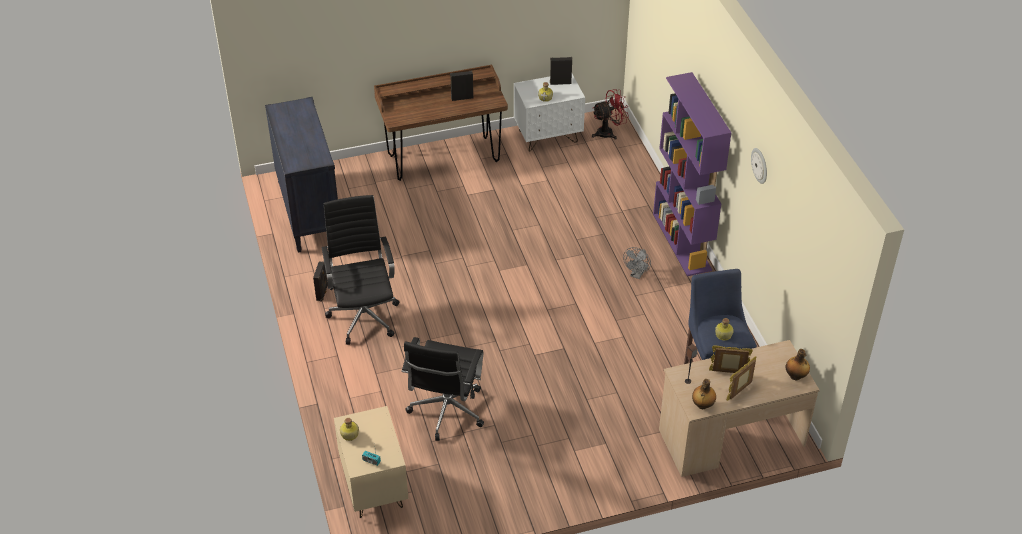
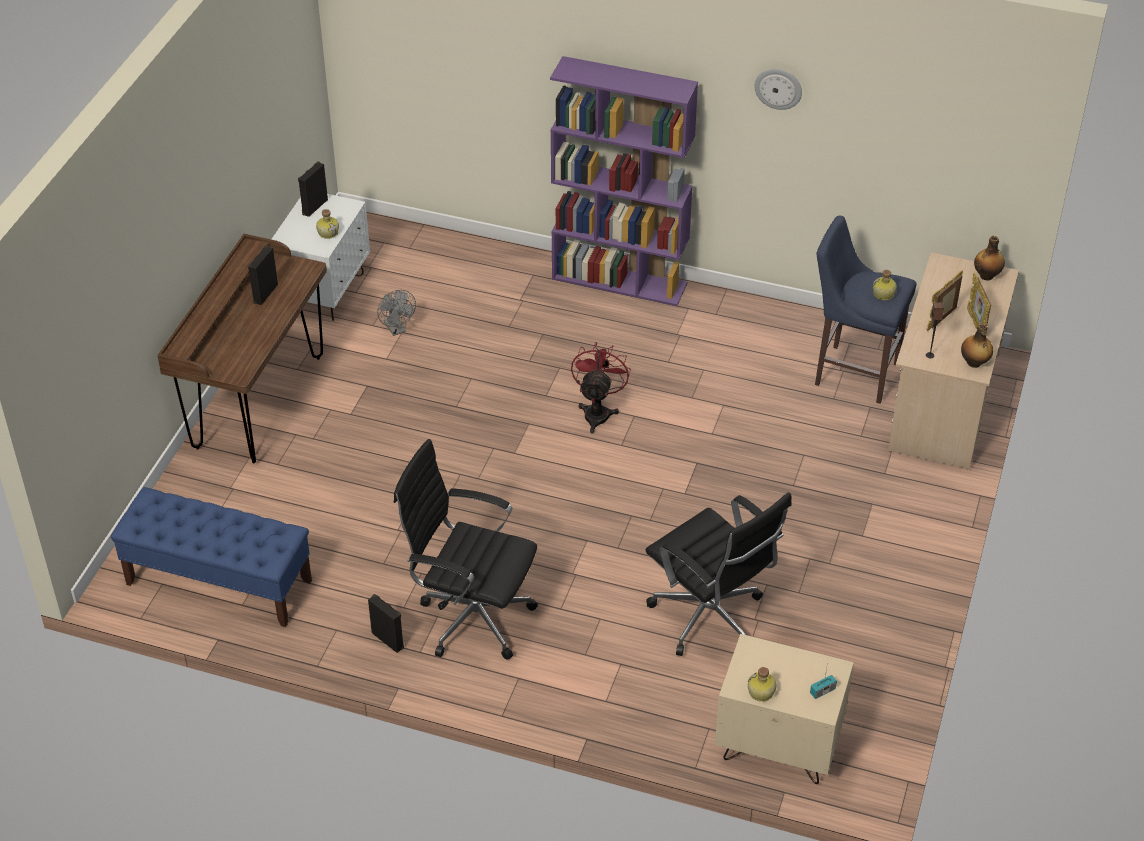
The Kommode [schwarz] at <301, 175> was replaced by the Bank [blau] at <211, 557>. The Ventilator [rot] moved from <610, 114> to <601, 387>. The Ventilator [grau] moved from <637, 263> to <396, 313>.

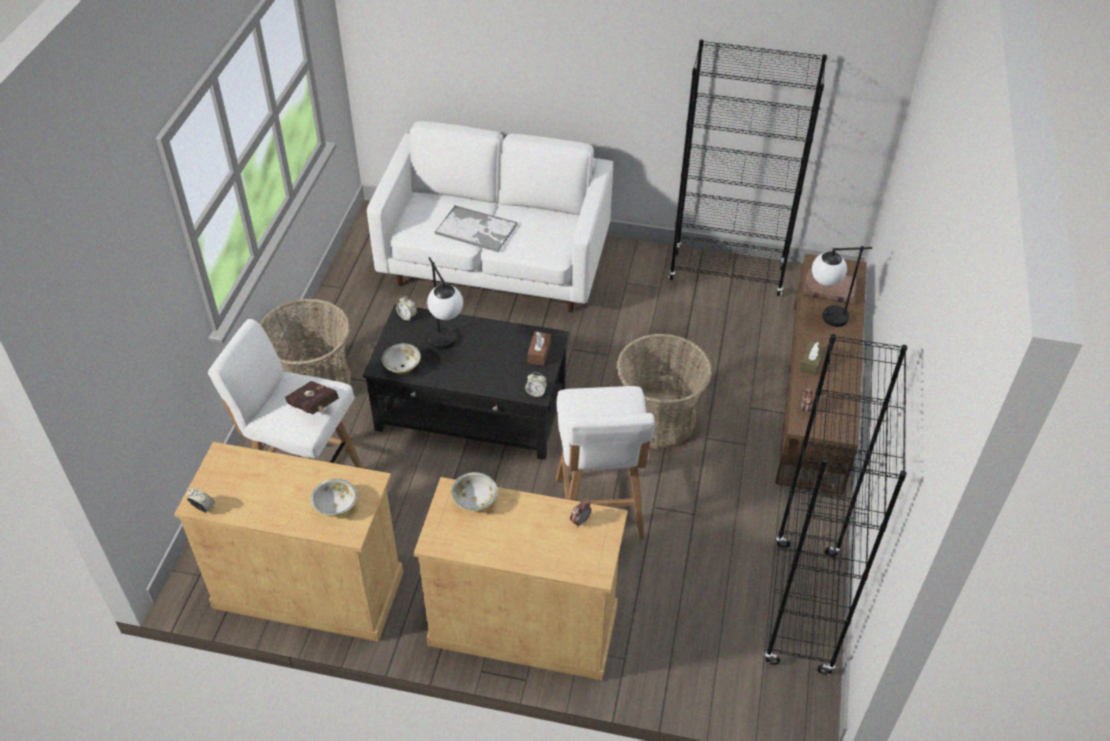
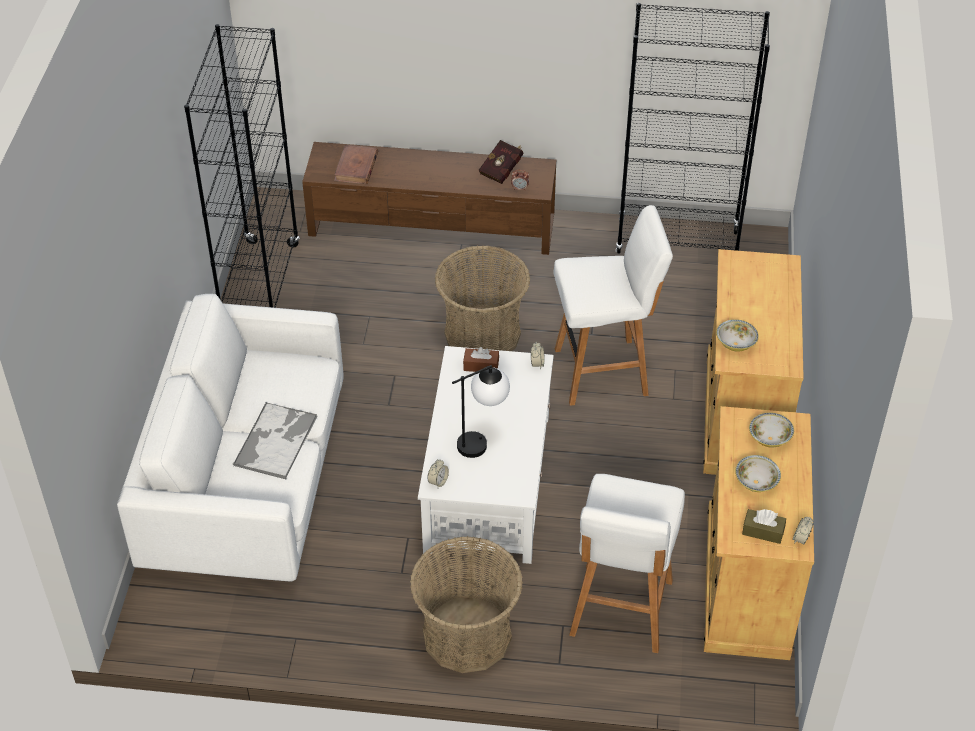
The Buch [rot] moved from <312, 397> to <501, 162>. The Couchtisch [schwarz] at <466, 382> became the Couchtisch [weiß] at <486, 455>. The Schüssel moved from <401, 358> to <758, 473>. The Wecker at <580, 513> disappeared. The Taschentuchbox [braun] moved from <812, 358> to <764, 526>. The Tischlampe at <842, 286> disappeared.

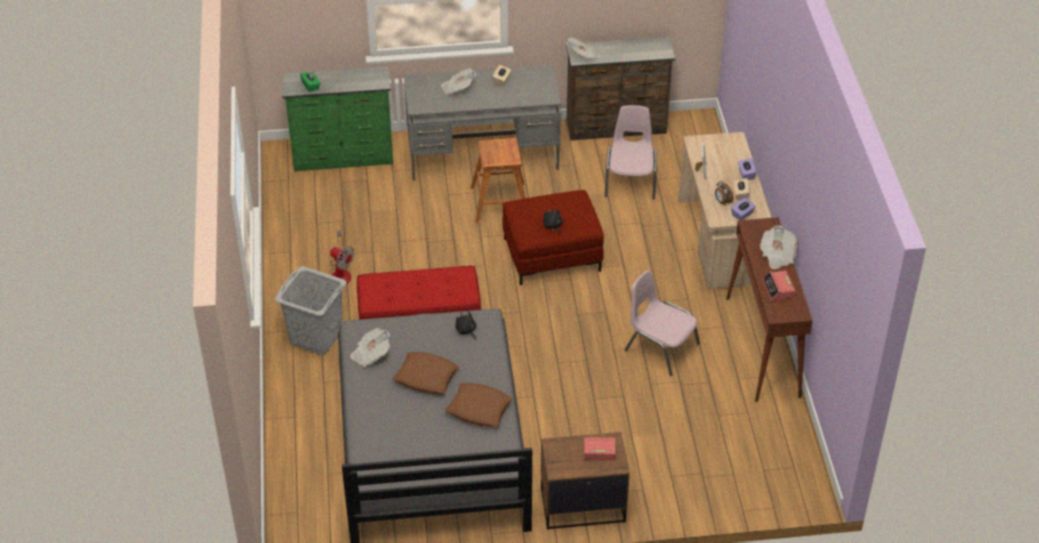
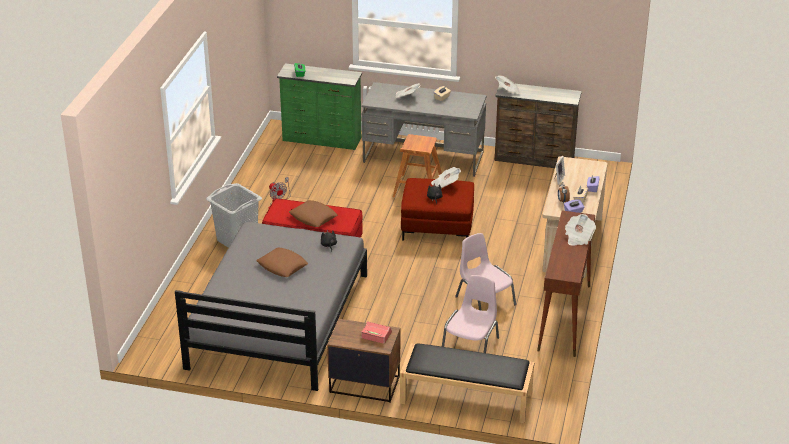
The Zeitung moved from <370, 347> to <446, 177>. The Kissen [braun] moved from <479, 405> to <313, 213>. The Stuhl [rosa] moved from <631, 152> to <470, 314>. The Wecker at <778, 286> disappeared. The Bank [schwarz] at <467, 383> appeared.

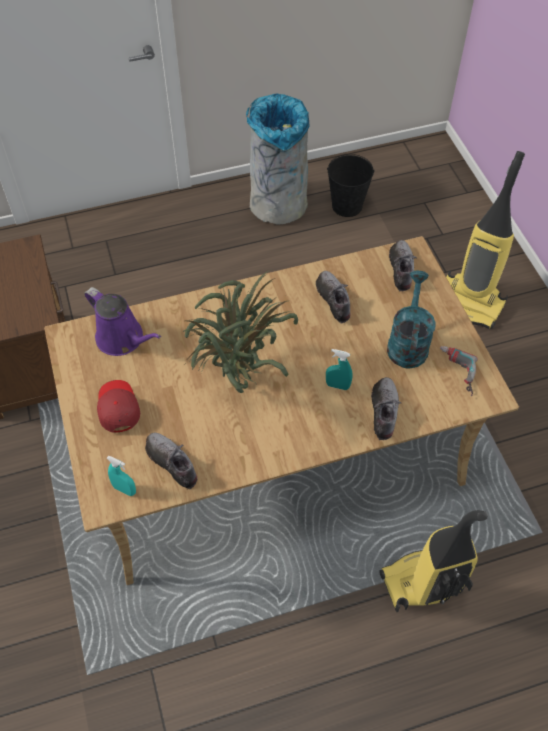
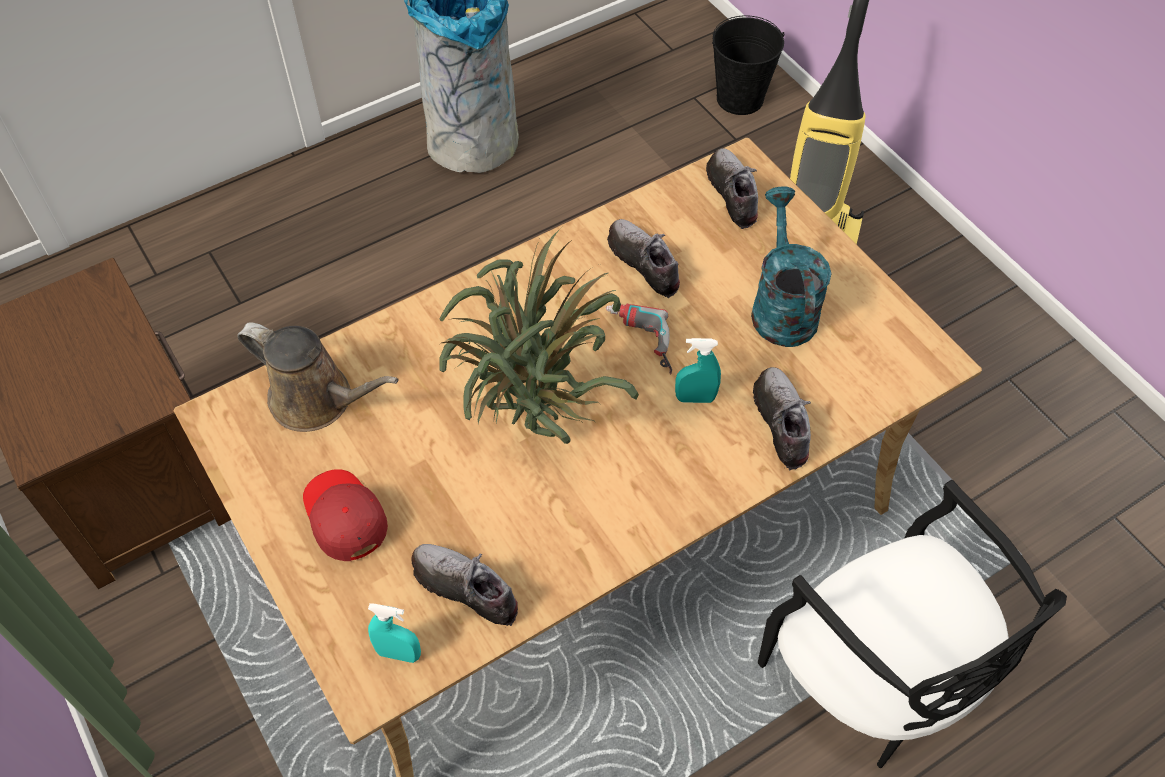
The Gießkanne [lila] at <122, 321> became the Gießkanne [braun] at <318, 377>. The Eimer [schwarz] moved from <351, 185> to <748, 65>. The Staubsauger at <433, 561> was replaced by the Stuhl [schwarz] at <912, 624>. The Bohrmaschine moved from <459, 371> to <639, 338>.

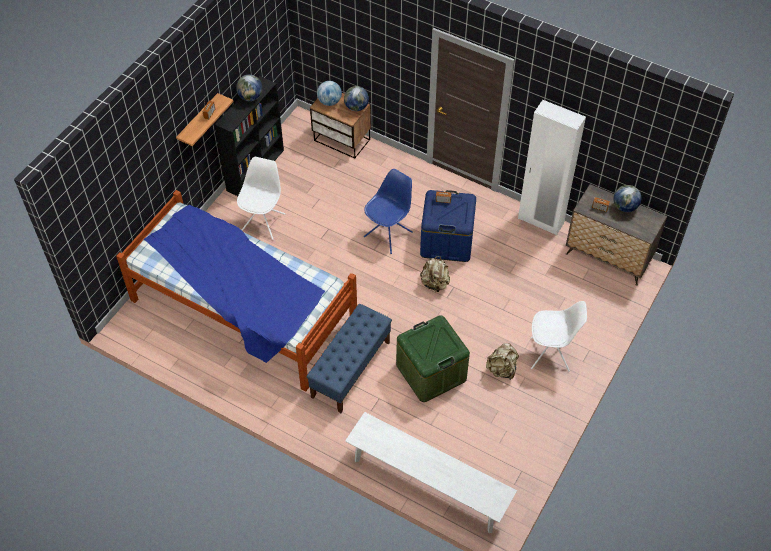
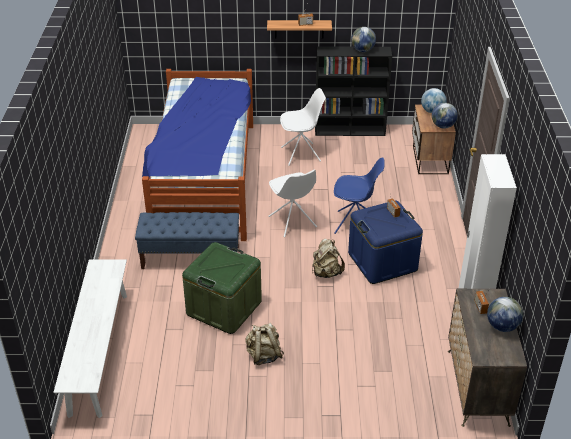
The Stuhl [weiß] moved from <559, 336> to <292, 203>.

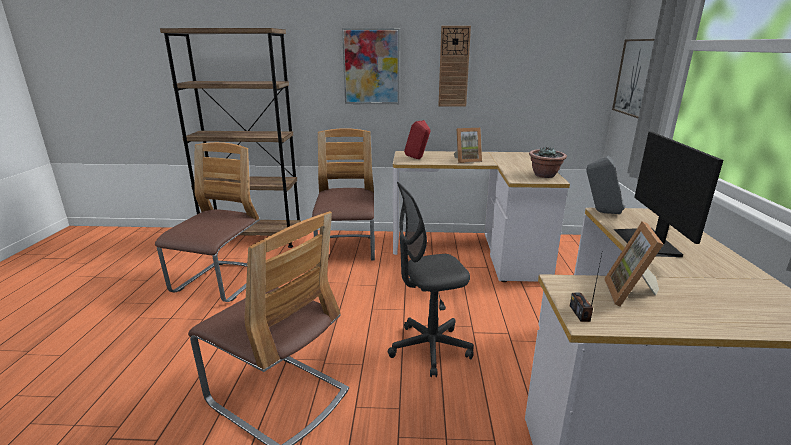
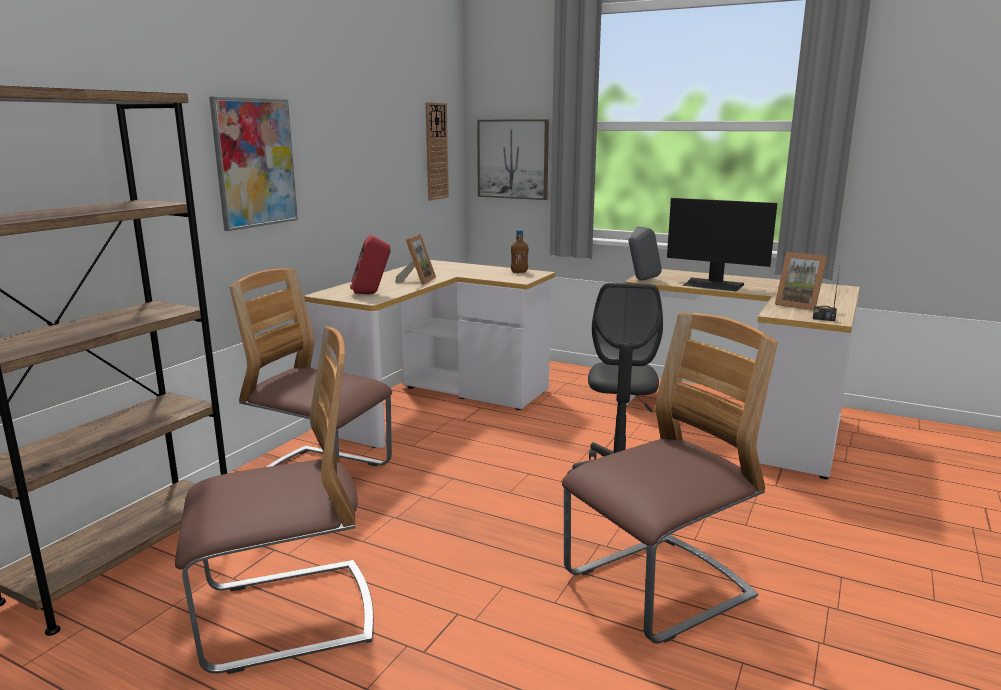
The Stuhl at <207, 222> turned 120 degrees clockwise. The Wanduhr moved from <454, 66> to <437, 151>. The Topfpflanze at <548, 162> was replaced by the Flasche [braun] at <519, 251>.

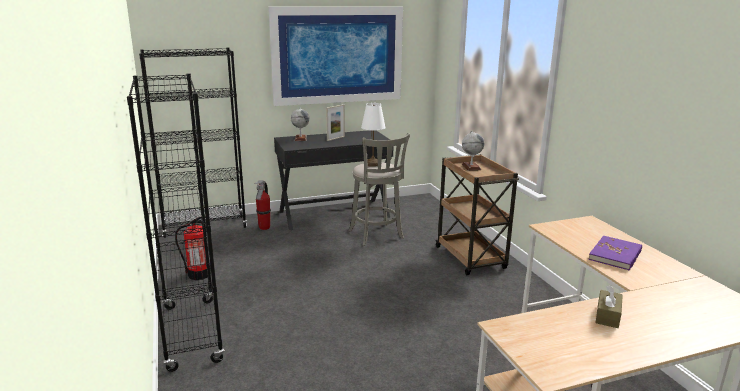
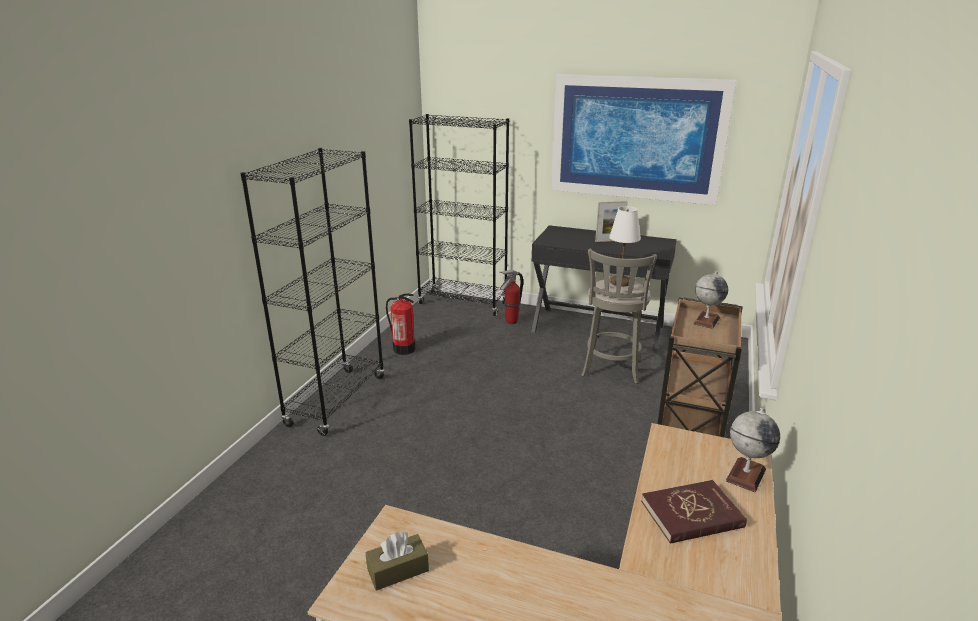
The Globus moved from <300, 124> to <753, 450>. The Buch [lila] at <615, 253> became the Buch [rot] at <694, 512>. The Taschentuchbox [braun] moved from <609, 306> to <397, 561>.

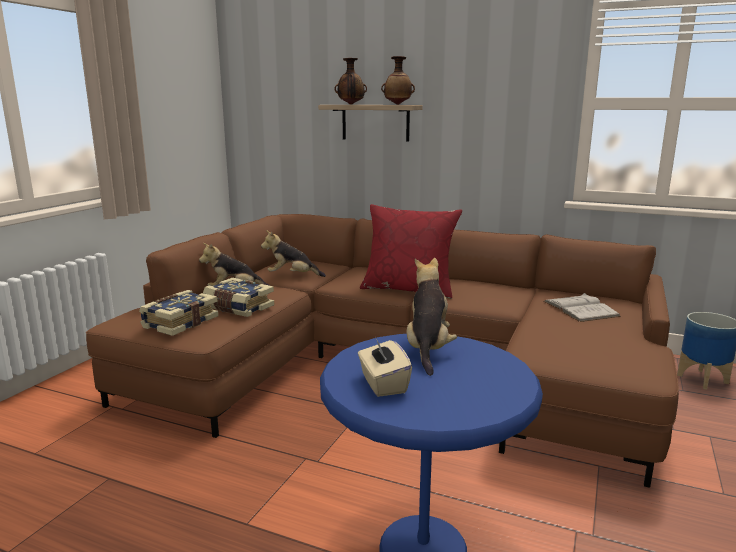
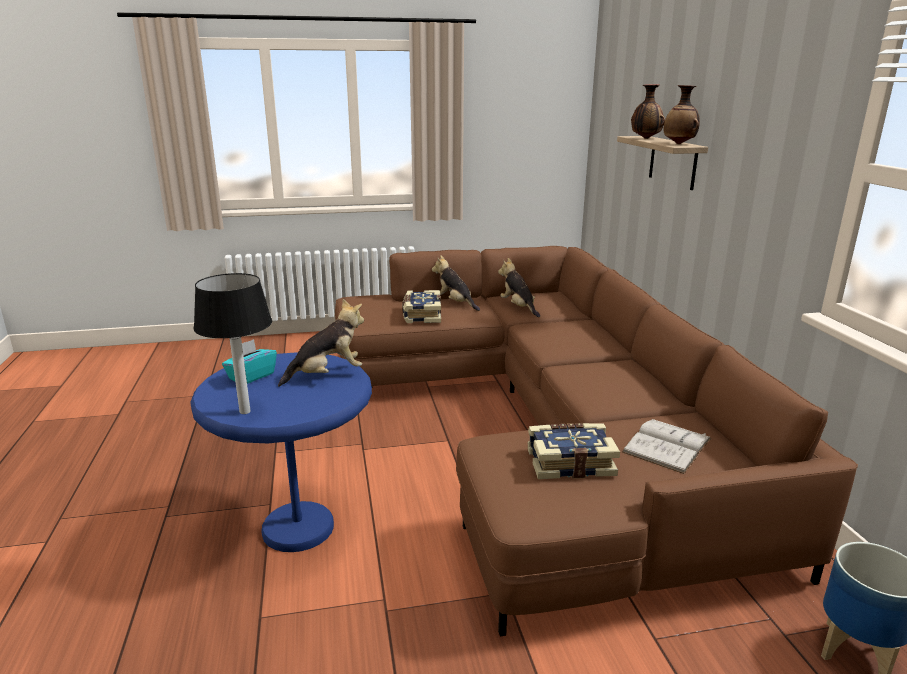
The Buch moved from <179, 313> to <574, 451>. The Taschentuchbox [beige] at <385, 367> became the Taschentuchbox [türkis] at <249, 361>. The Kissen [rot] at <411, 251> disappeared. The Tischlampe at <233, 343> appeared.

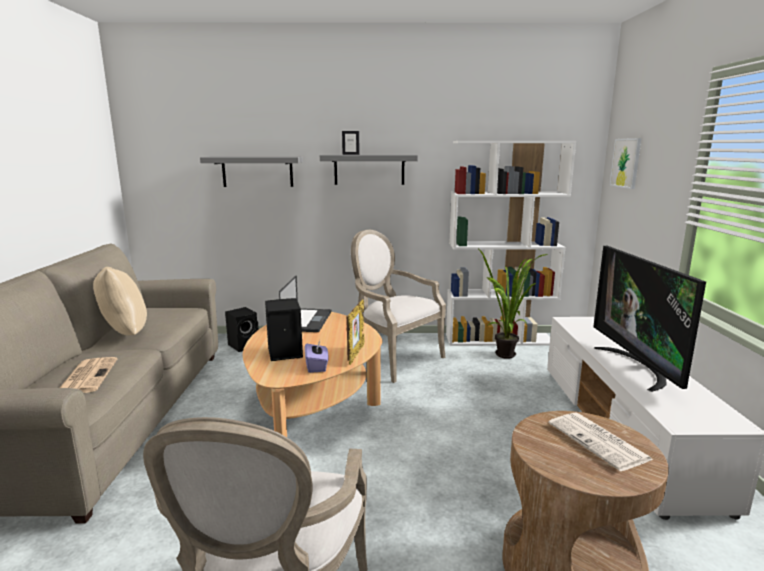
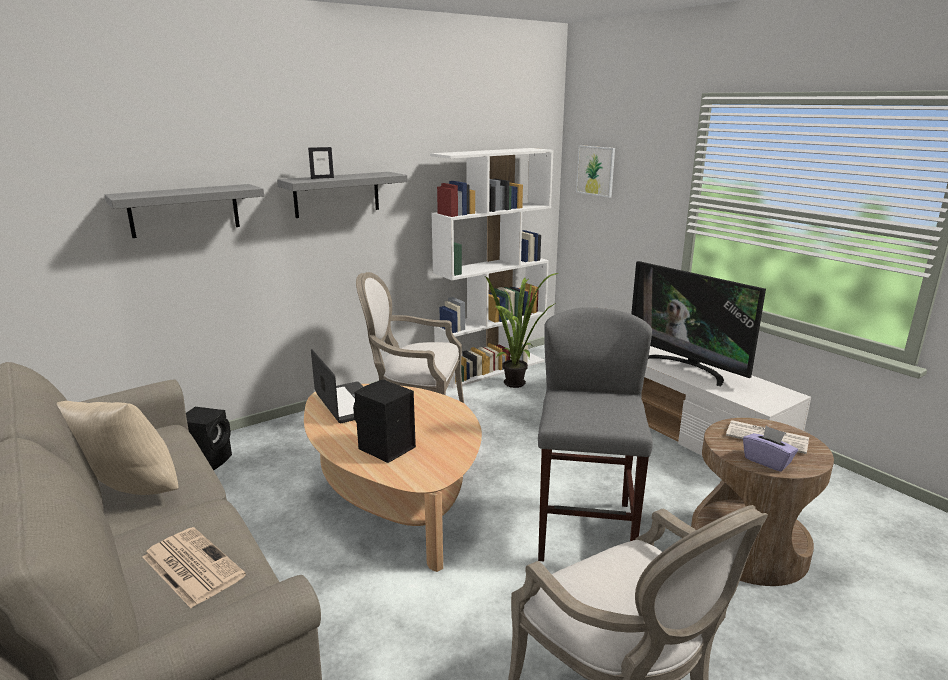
The Taschentuchbox [lila] moved from <317, 356> to <770, 449>. The Bilderrahmen at <356, 332> disappeared. The Hocker [grau] at <595, 434> appeared.

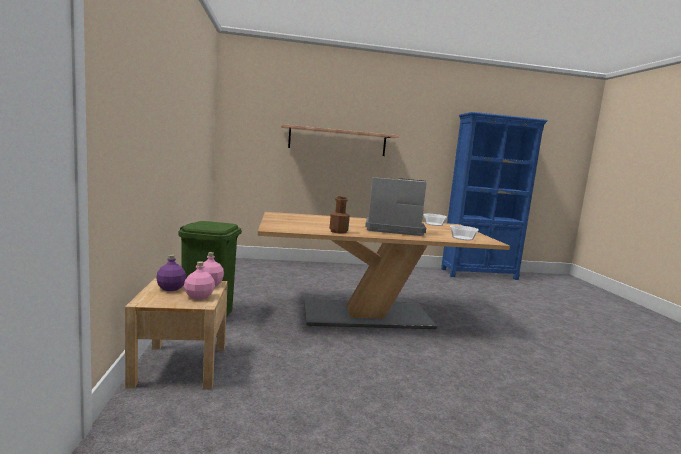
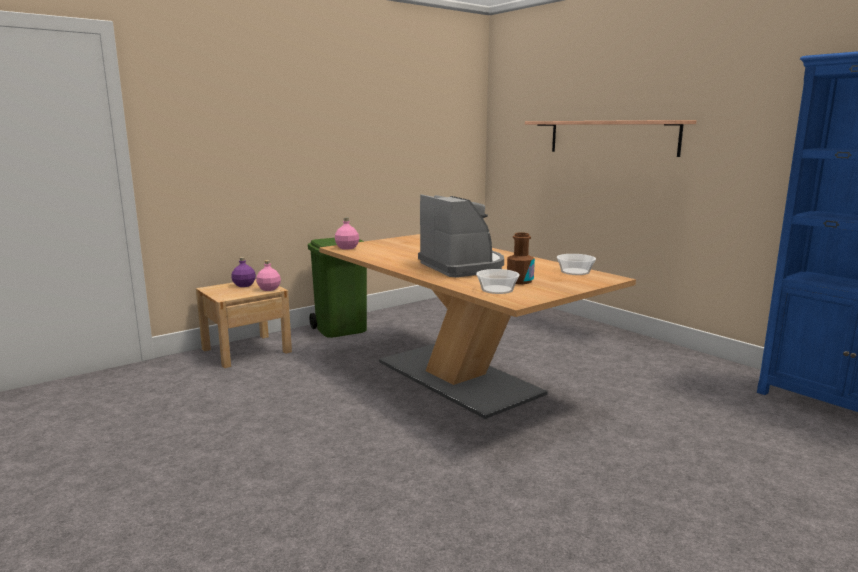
The Flasche [rosa] moved from <199, 280> to <347, 234>. The Flasche [braun] moved from <339, 215> to <521, 258>.

